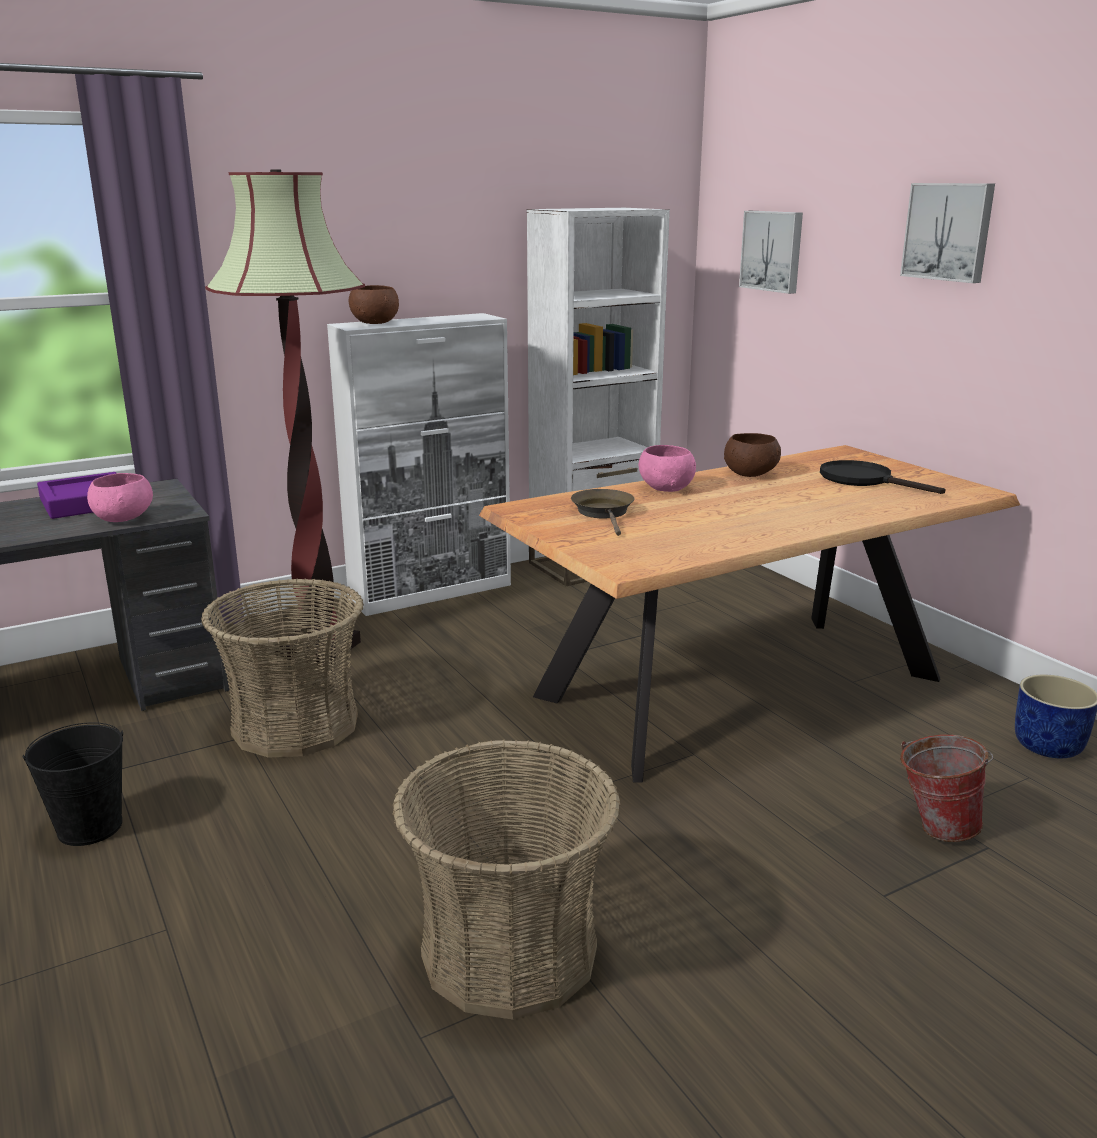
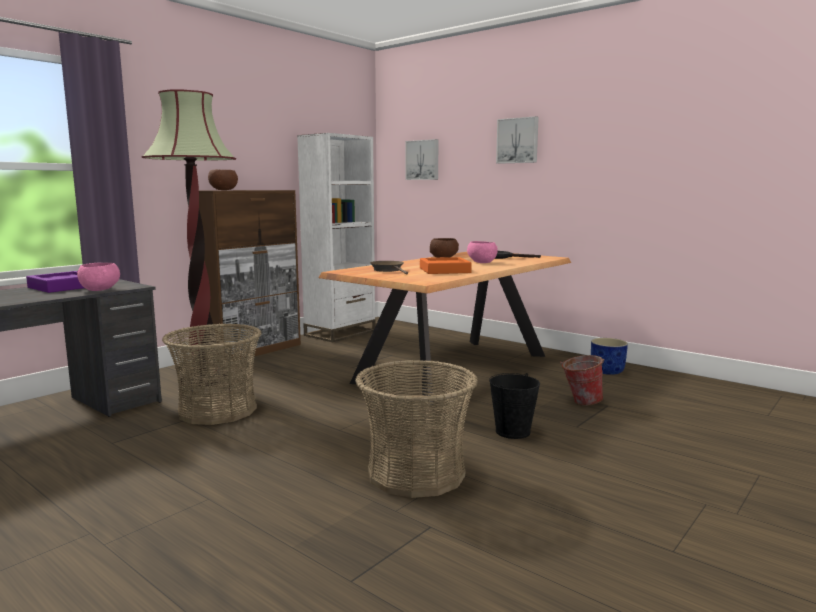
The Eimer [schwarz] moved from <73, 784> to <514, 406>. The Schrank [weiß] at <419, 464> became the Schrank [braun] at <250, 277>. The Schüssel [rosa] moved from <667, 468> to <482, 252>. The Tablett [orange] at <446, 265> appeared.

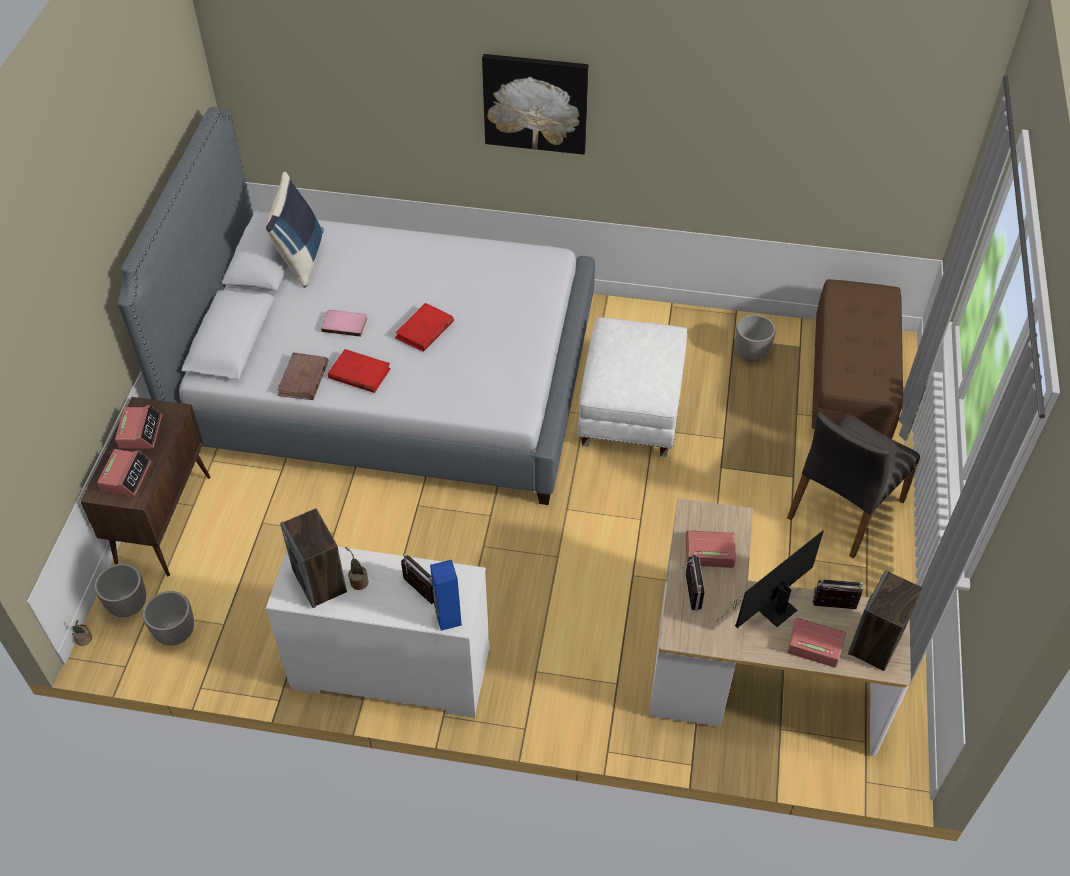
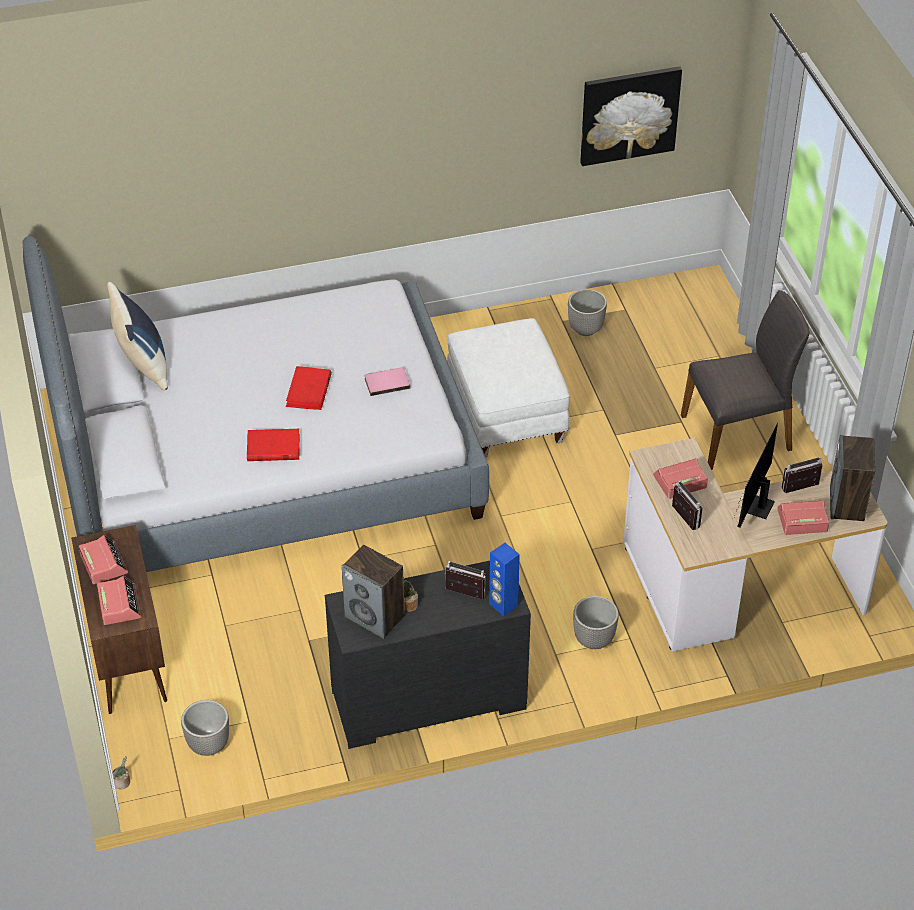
The Pflanzkübel moved from <120, 590> to <596, 622>. The Kommode [weiß] at <378, 632> became the Kommode [schwarz] at <428, 655>. The Buch [braun] at <302, 376> disappeared. The Buch [rosa] moved from <344, 323> to <387, 381>. The Bild moved from <535, 104> to <631, 116>. The Stuhl [grau] at <853, 485> turned 120 degrees counterclockwise. The Bank [braun] at <857, 359> disappeared.

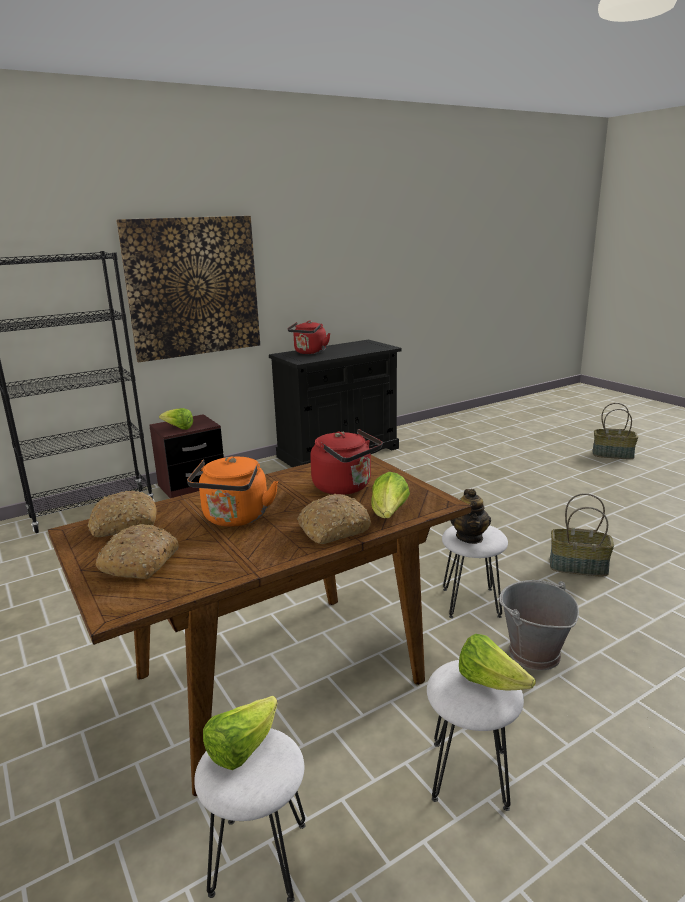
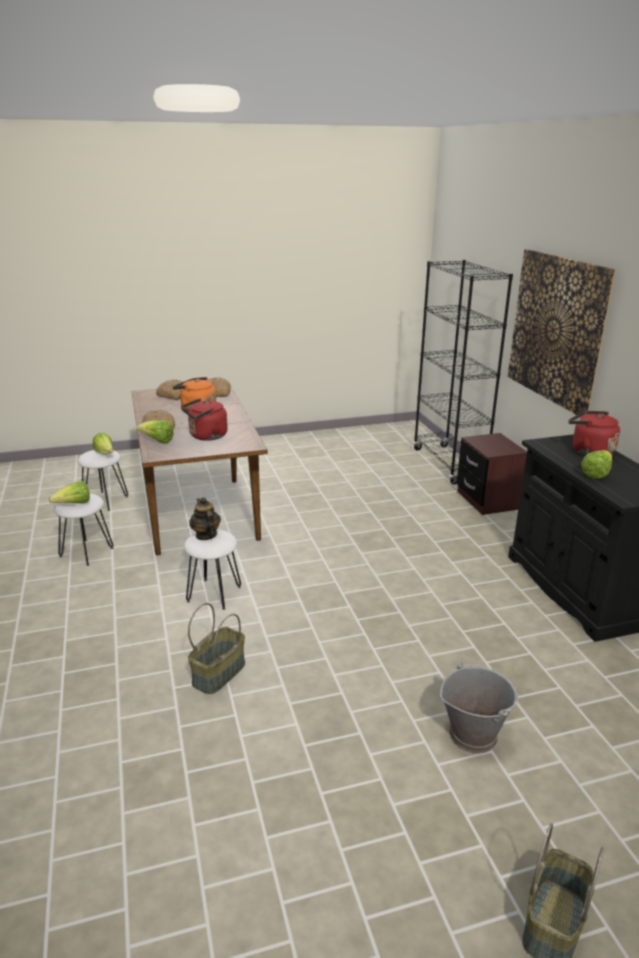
The Salatkopf moved from <176, 419> to <596, 464>. The Teekanne at <470, 516> turned 45 degrees clockwise. The Eimer [grau] moved from <539, 625> to <479, 707>.

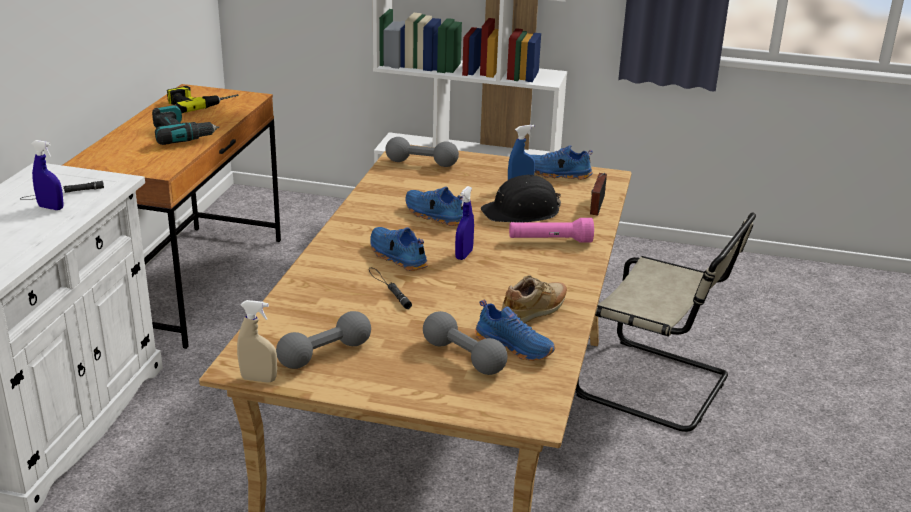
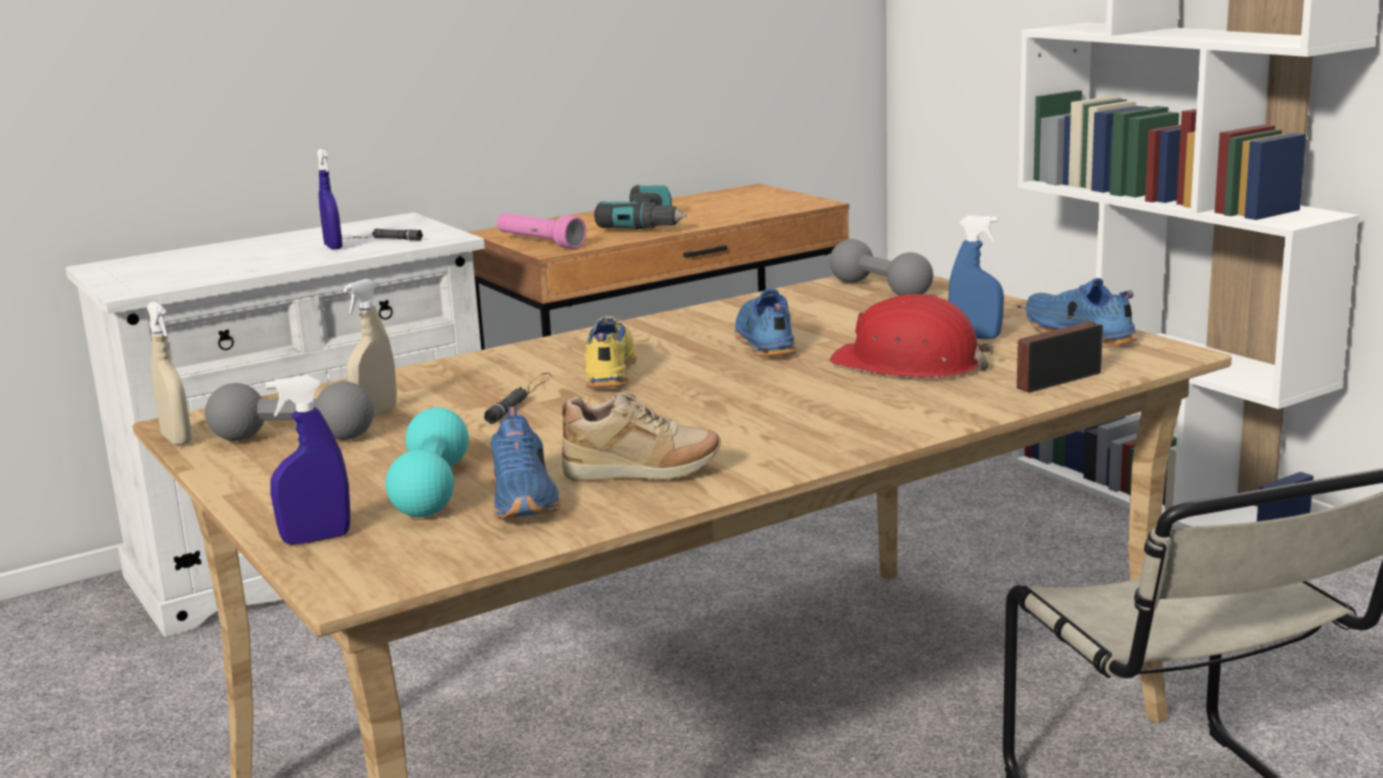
The Bohrmaschine at <203, 99> disappeared. The Schuh [blau] at <399, 249> became the Schuh [gelb] at <610, 352>. The Hantel [grau] at <465, 343> became the Hantel [türkis] at <427, 462>. The Sprühflasche [blau] moved from <464, 223> to <308, 460>. The Schutzhelm [schwarz] at <521, 198> became the Schutzhelm [rot] at <911, 336>. The Taschenlampe [rosa] moved from <551, 230> to <541, 231>. The Sprühflasche [beige] at <370, 348> appeared.

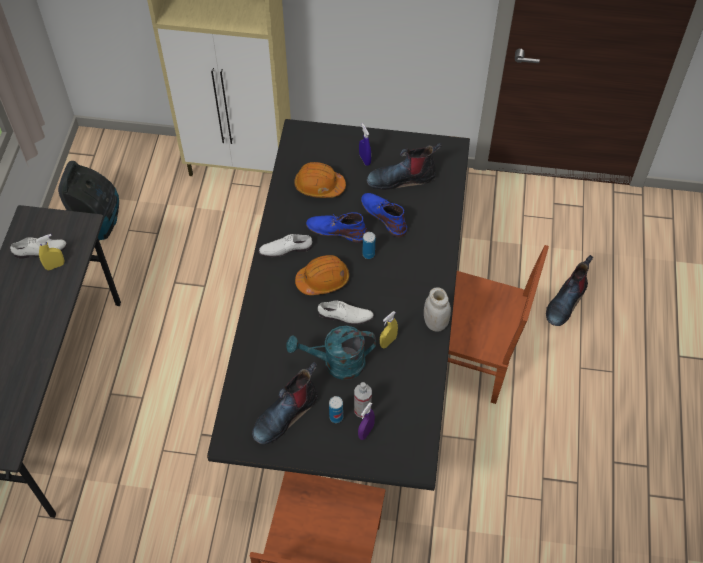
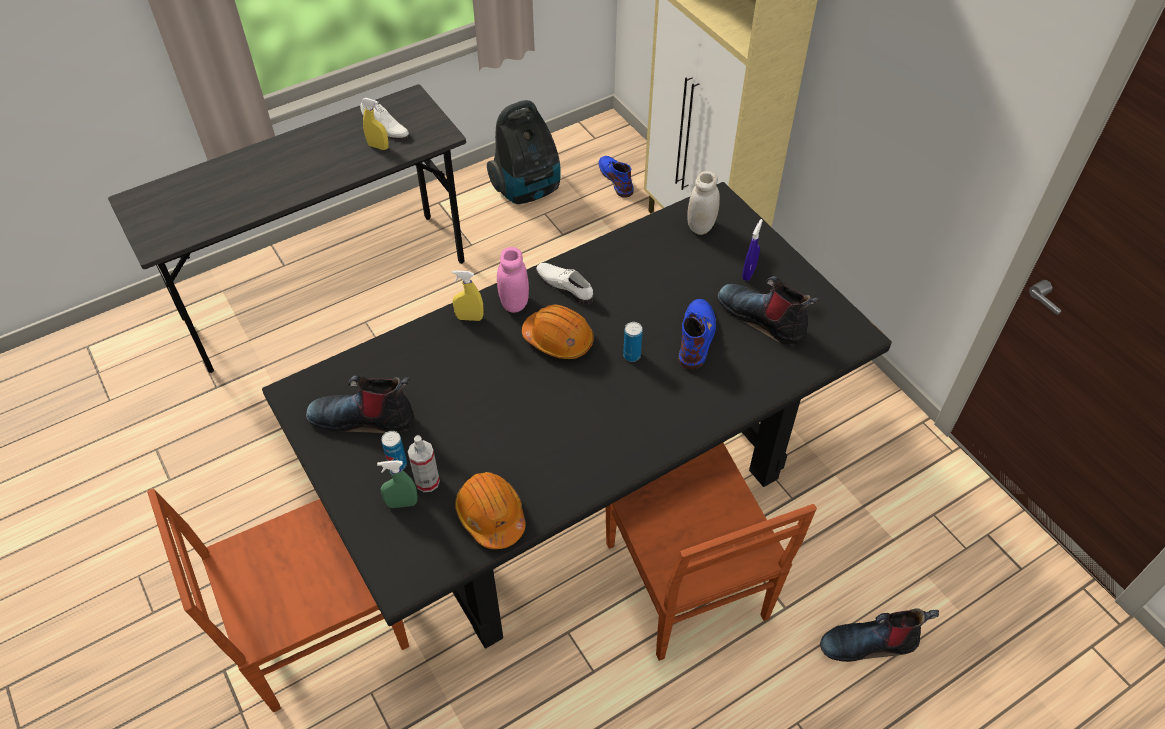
The Gießkanne [türkis] at <331, 353> disappeared. The Schutzhelm [orange] moved from <320, 180> to <490, 510>. The Stiefel [blau] moved from <337, 227> to <616, 177>. The Schuh [weiß] at <346, 312> disappeared. The Sprühflasche [lila] at <366, 421> became the Sprühflasche [grün] at <397, 484>. The Sprühflasche [gelb] moved from <389, 329> to <468, 295>. The Vorratsglas [weiß] moved from <437, 309> to <703, 203>. The Vorratsglas [rosa] at <513, 280> appeared.

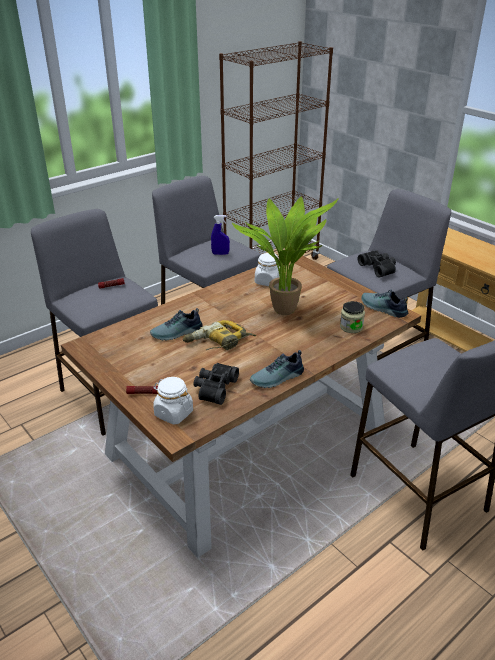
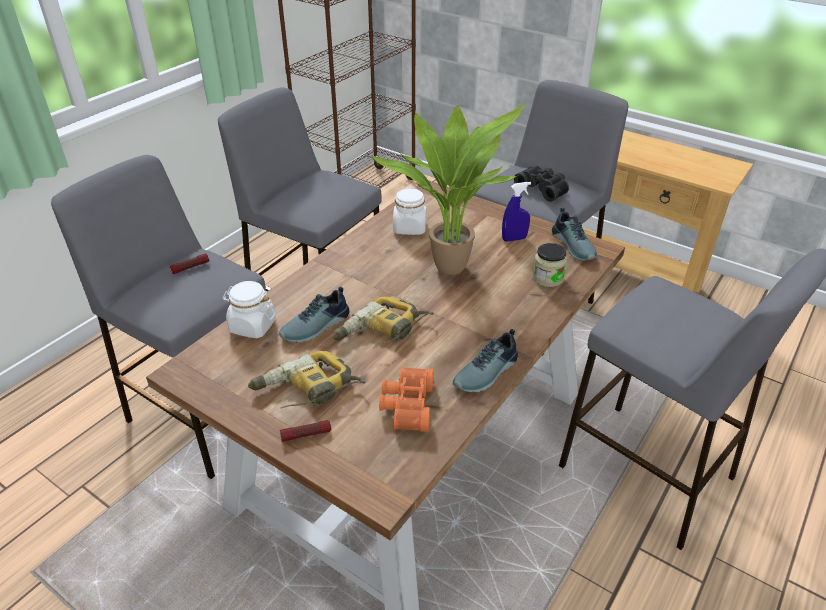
The Vorratsglas [weiß] moved from <173, 401> to <249, 309>. The Fernglas [schwarz] at <216, 384> became the Fernglas [orange] at <406, 399>. The Sprühflasche [blau] moved from <220, 235> to <516, 212>. The Schuh at <384, 304> turned 135 degrees counterclockwise. The Bohrmaschine at <307, 380> appeared.

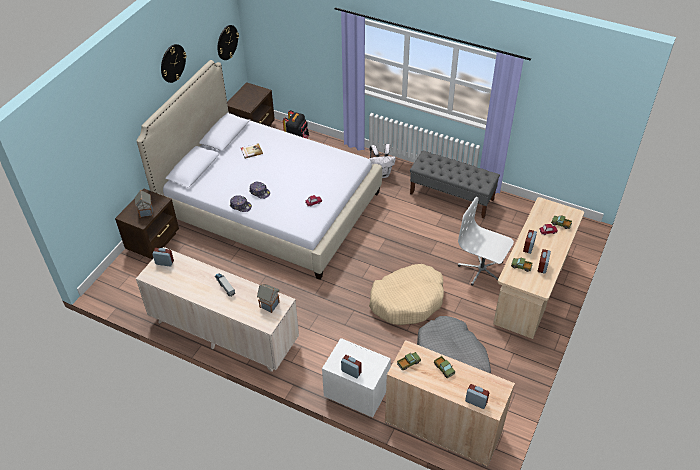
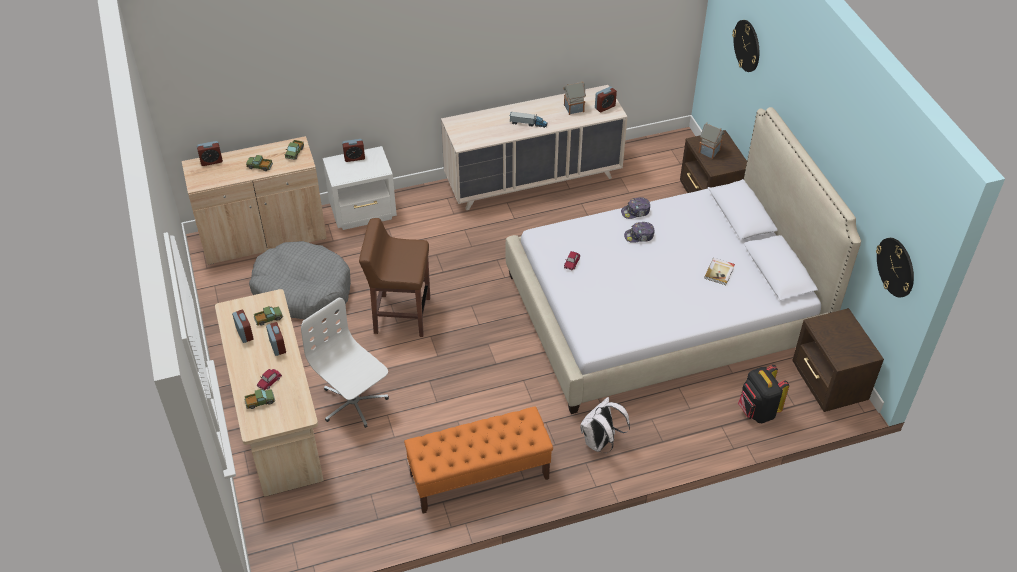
The Wanduhr moved from <174, 63> to <745, 46>. The Spielzeughaus moved from <268, 298> to <574, 98>. The Hundebett [beige] at <406, 294> was replaced by the Hocker [braun] at <394, 277>. The Bank [grau] at <455, 185> became the Bank [orange] at <478, 459>. The Bürostuhl [weiß] at <486, 241> turned 120 degrees counterclockwise.

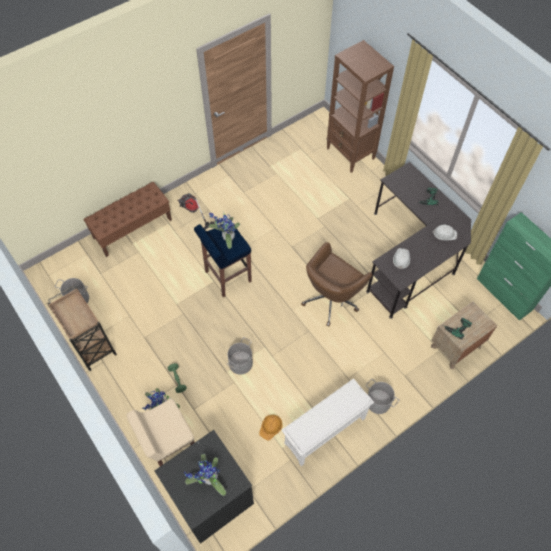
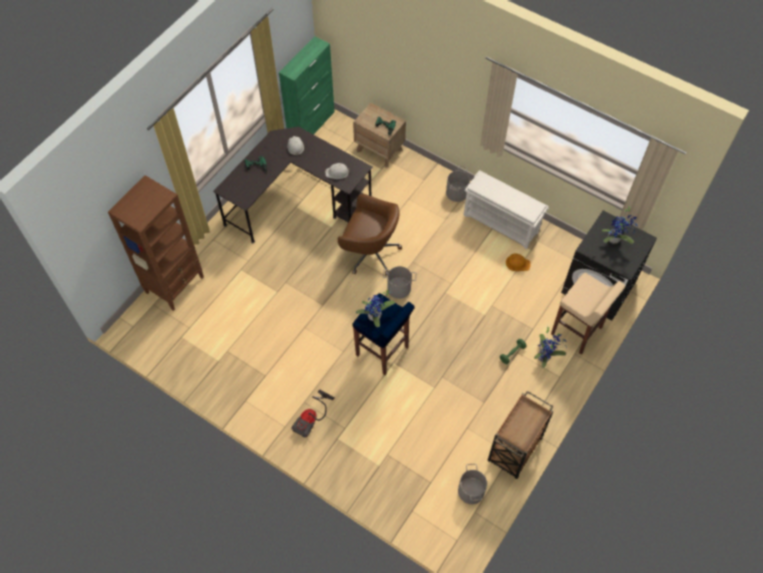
The Bank [braun] at <127, 219> disappeared. The Eimer [grau] moved from <240, 356> to <400, 282>.

